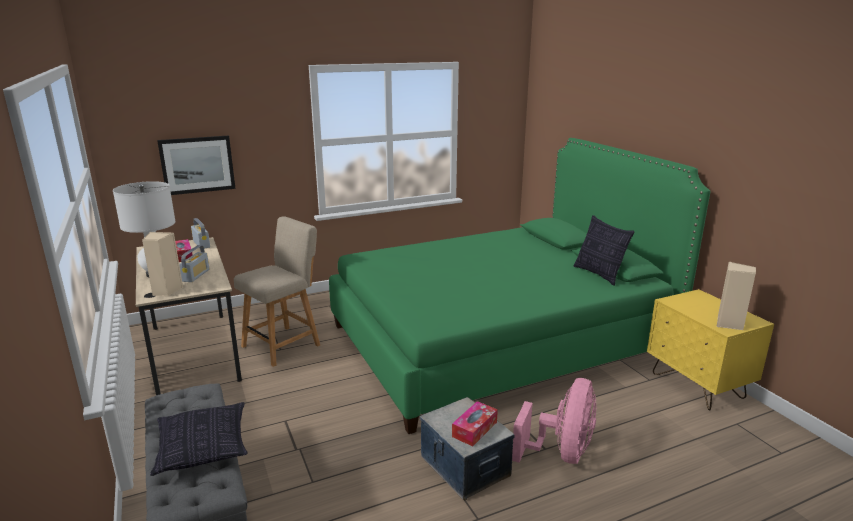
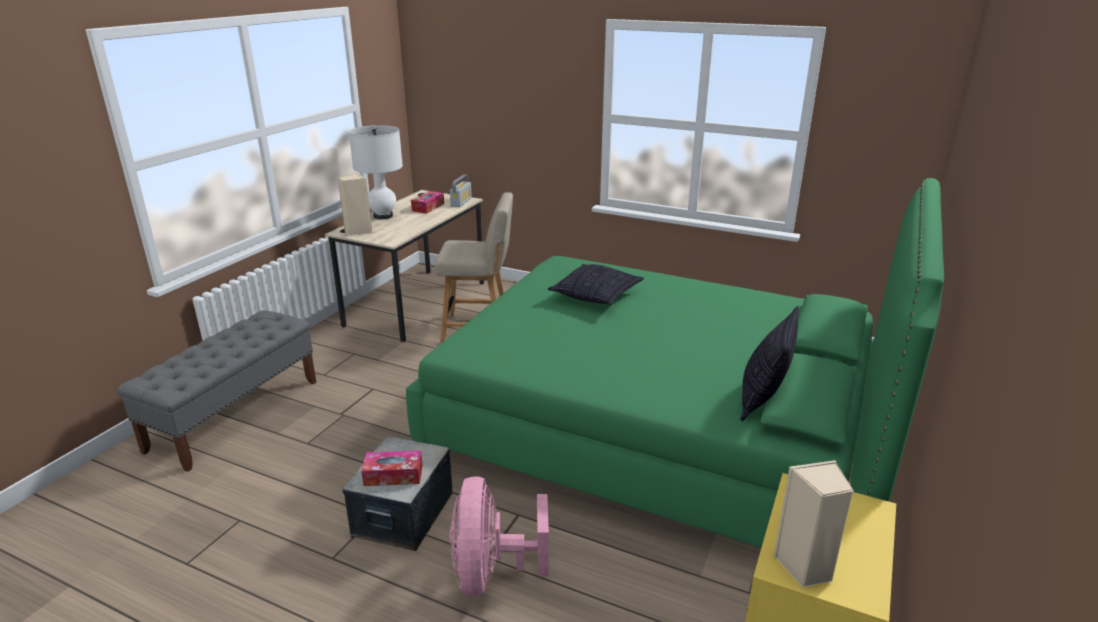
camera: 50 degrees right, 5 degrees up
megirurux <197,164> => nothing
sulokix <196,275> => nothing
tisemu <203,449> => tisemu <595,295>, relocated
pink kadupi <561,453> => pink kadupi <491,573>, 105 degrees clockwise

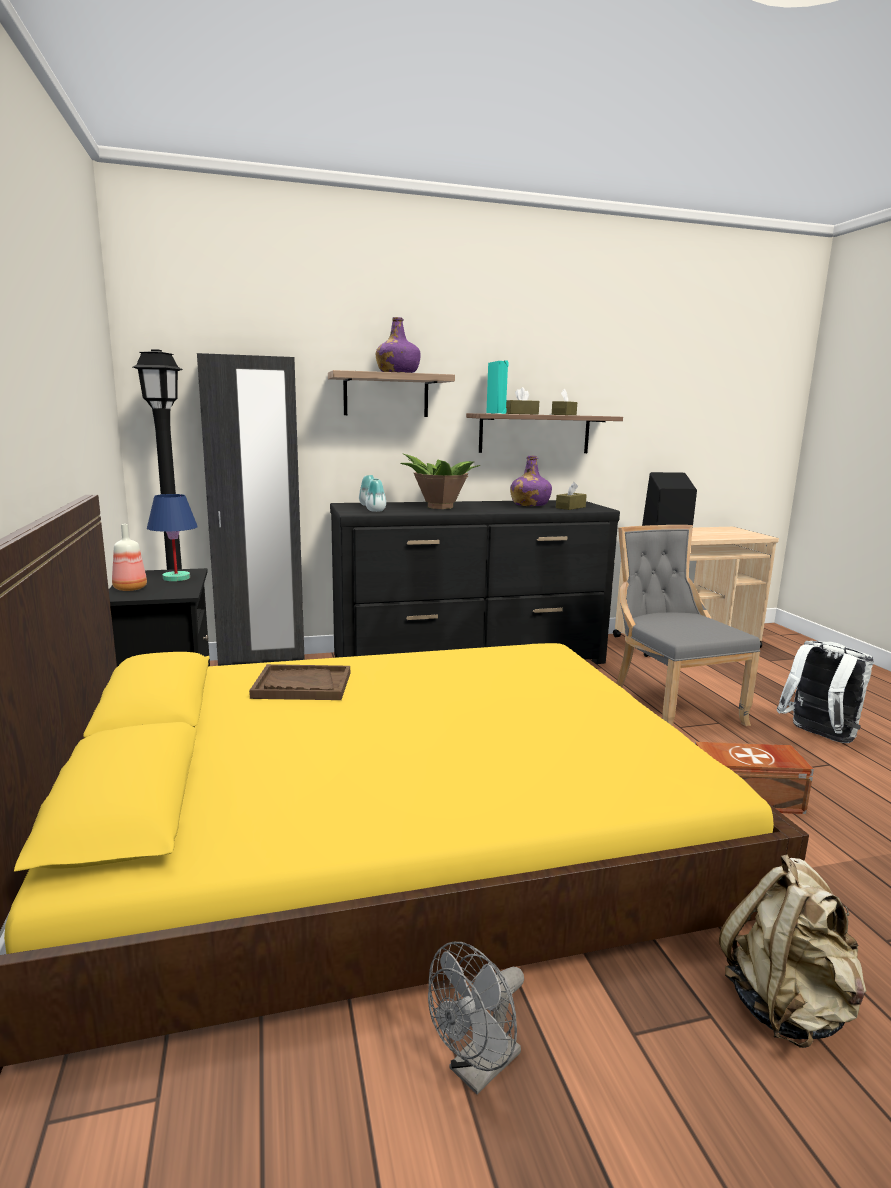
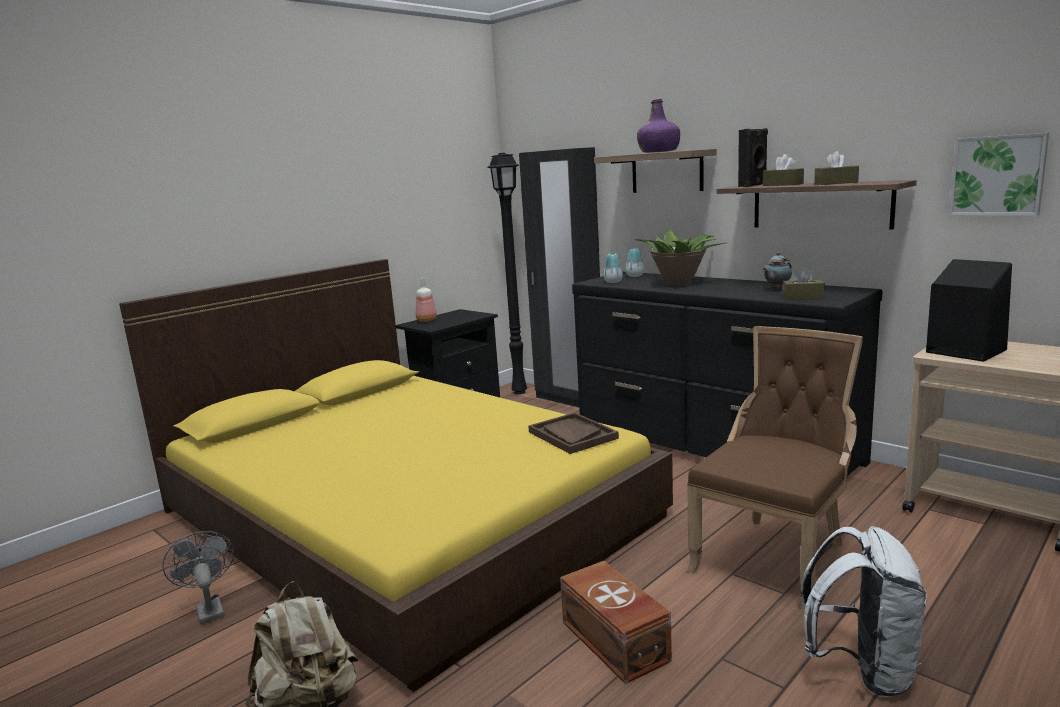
camera: 60 degrees right, 0 degrees up
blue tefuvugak <177,578> => nothing
nothing => megirurux <997,175>
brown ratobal <302,685> => brown ratobal <572,435>, relocated
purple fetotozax <529,505> => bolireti <776,289>
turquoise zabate <497,413> => black zabate <753,185>
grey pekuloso <670,707> => brown pekuloso <775,557>
grey kadupi <478,1070> => grey kadupi <208,608>, 45 degrees clockwise

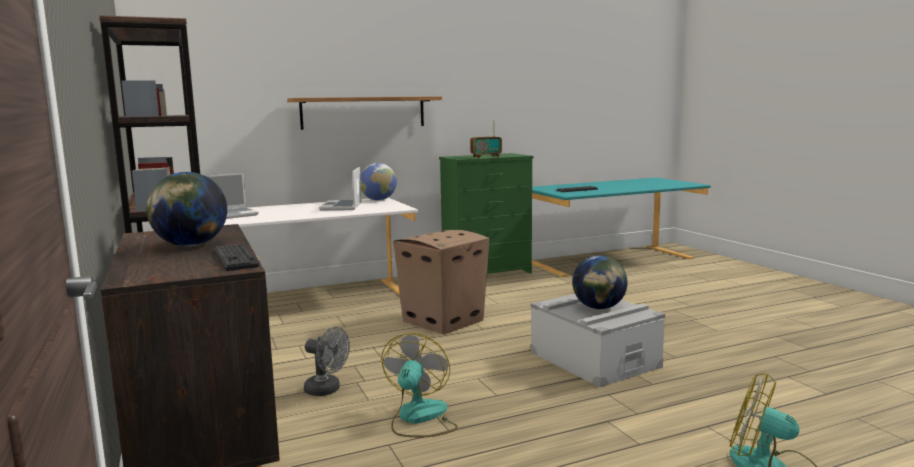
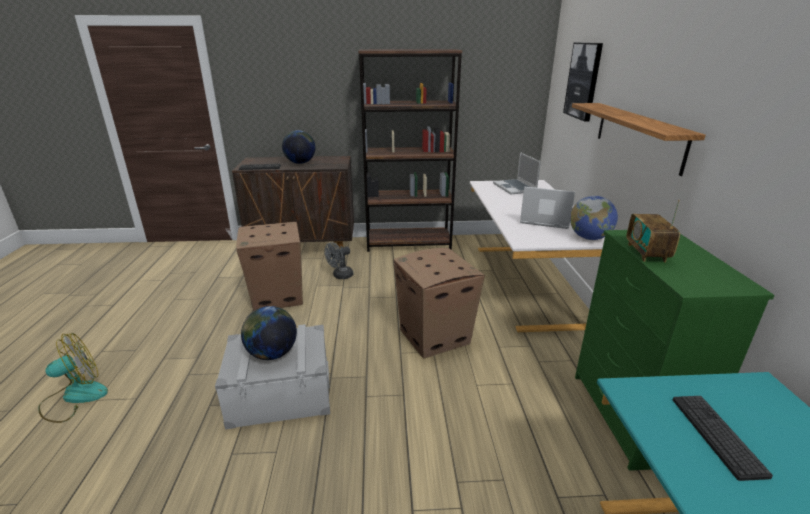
camera: 110 degrees right, 15 degrees up
nothing => megirurux <583,81>
kadupi <419,418> => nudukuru <278,296>

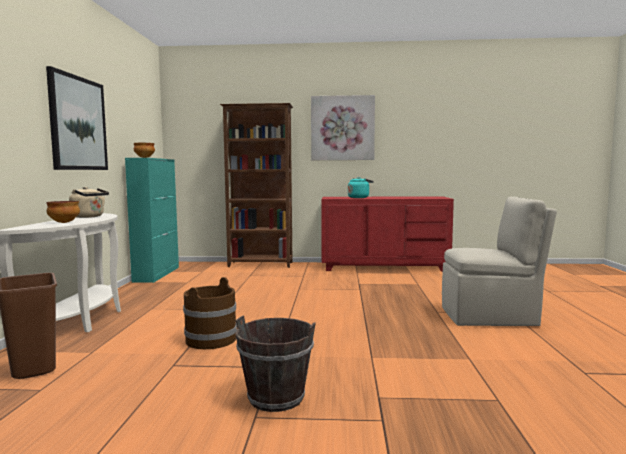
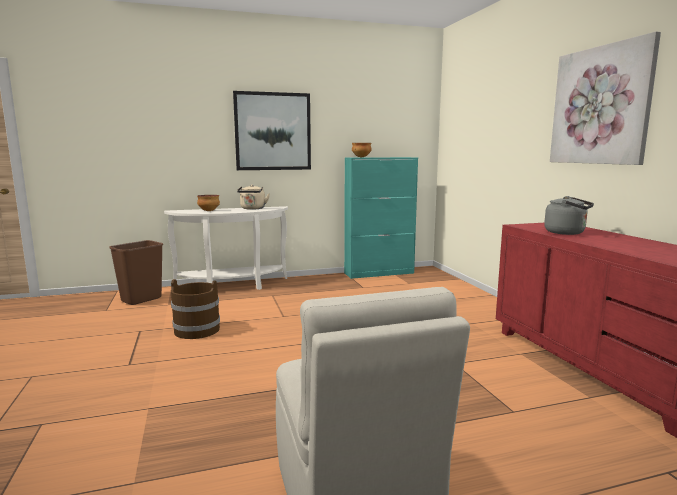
camera: 70 degrees right, 5 degrees up
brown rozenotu <261,265> => nothing
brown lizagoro <275,398> => nothing
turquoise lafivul <359,197> => grey lafivul <567,233>

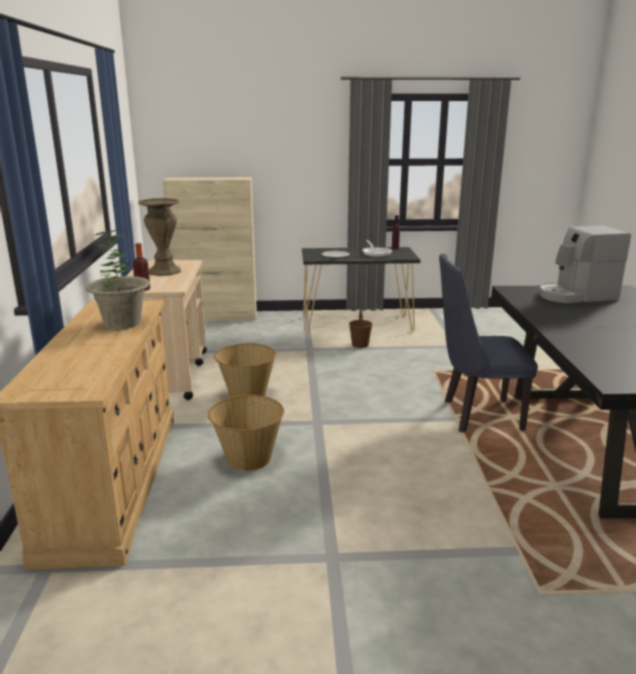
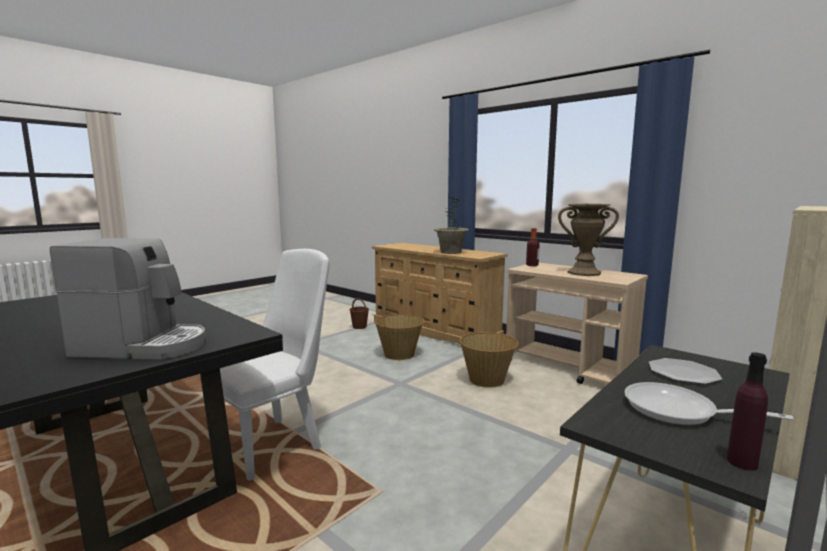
camera: 135 degrees right, 10 degrees down
brown lizagoro <360,344> => brown lizagoro <359,327>, relocated
blue pekuloso <475,416> => white pekuloso <275,443>
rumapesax <576,296> => rumapesax <143,346>, 60 degrees clockwise

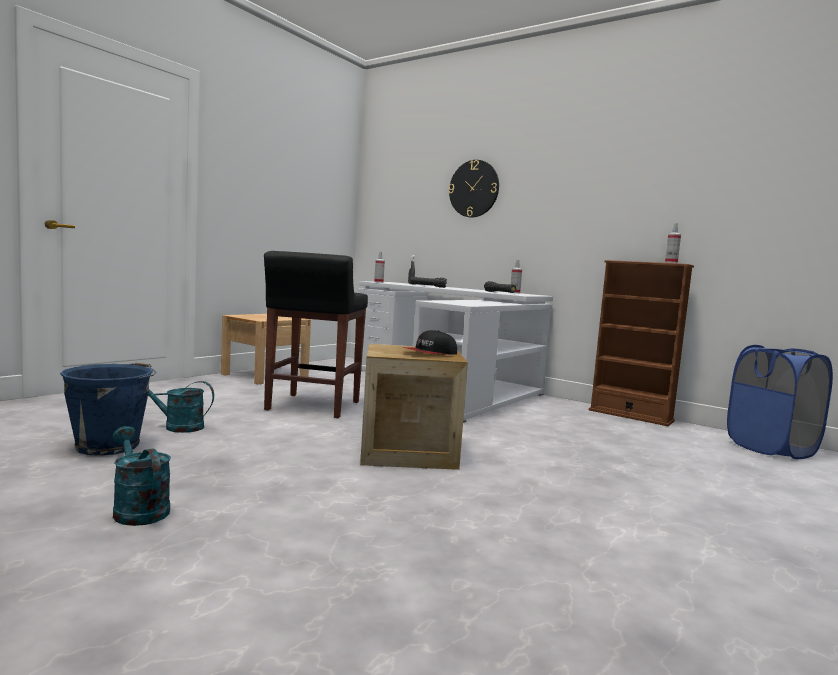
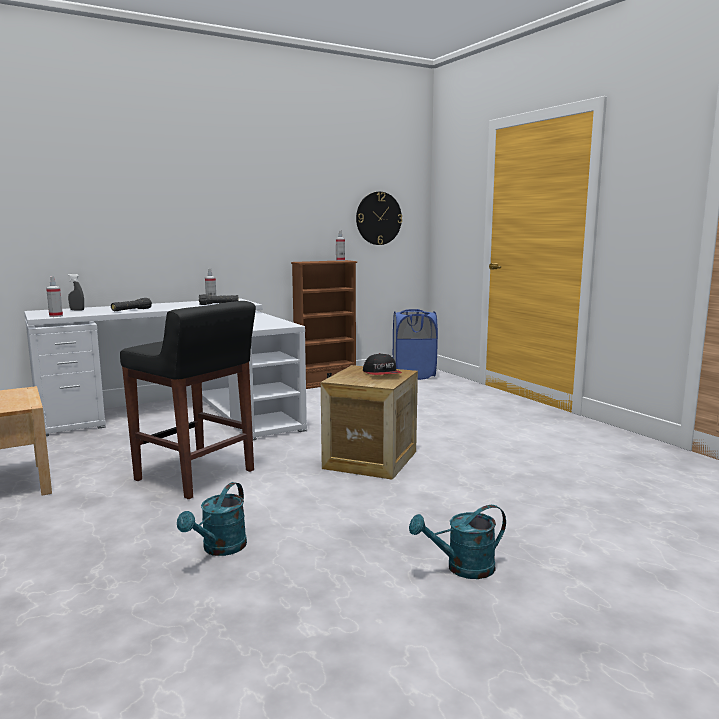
camera: 65 degrees left, 5 degrees up
blue lizagoro <110,445> => nothing
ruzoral <474,189> => ruzoral <378,218>, relocated

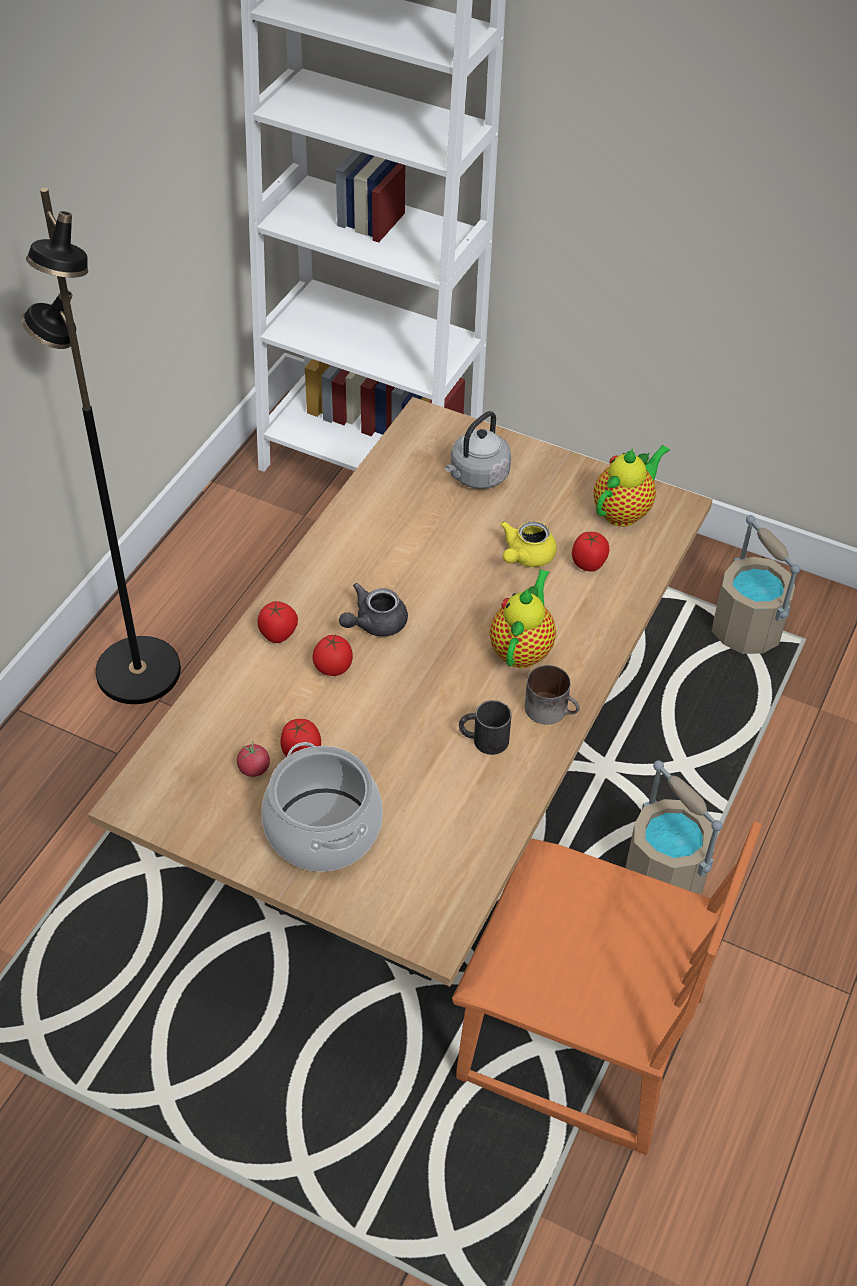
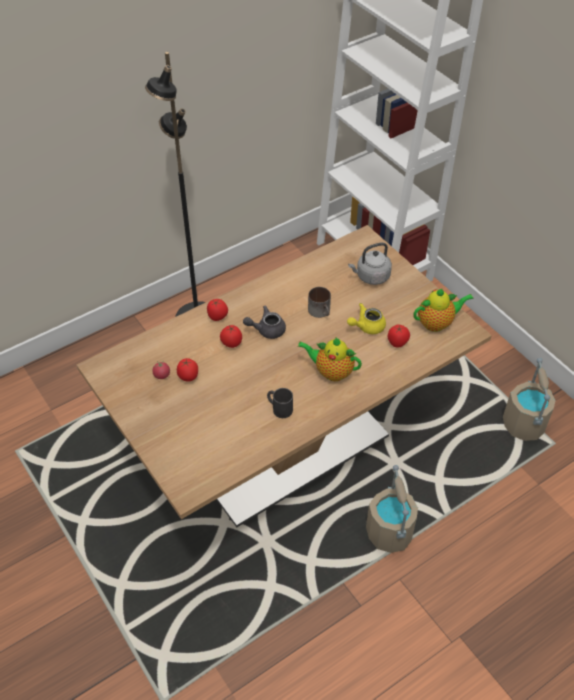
camera: 30 degrees right, 0 degrees up
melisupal <322,829> => nothing
orange pekuloso <579,1041> => nothing
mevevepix <552,709> => mevevepix <321,311>, relocated
bolireti <522,649> => bolireti <331,372>, 120 degrees counterclockwise

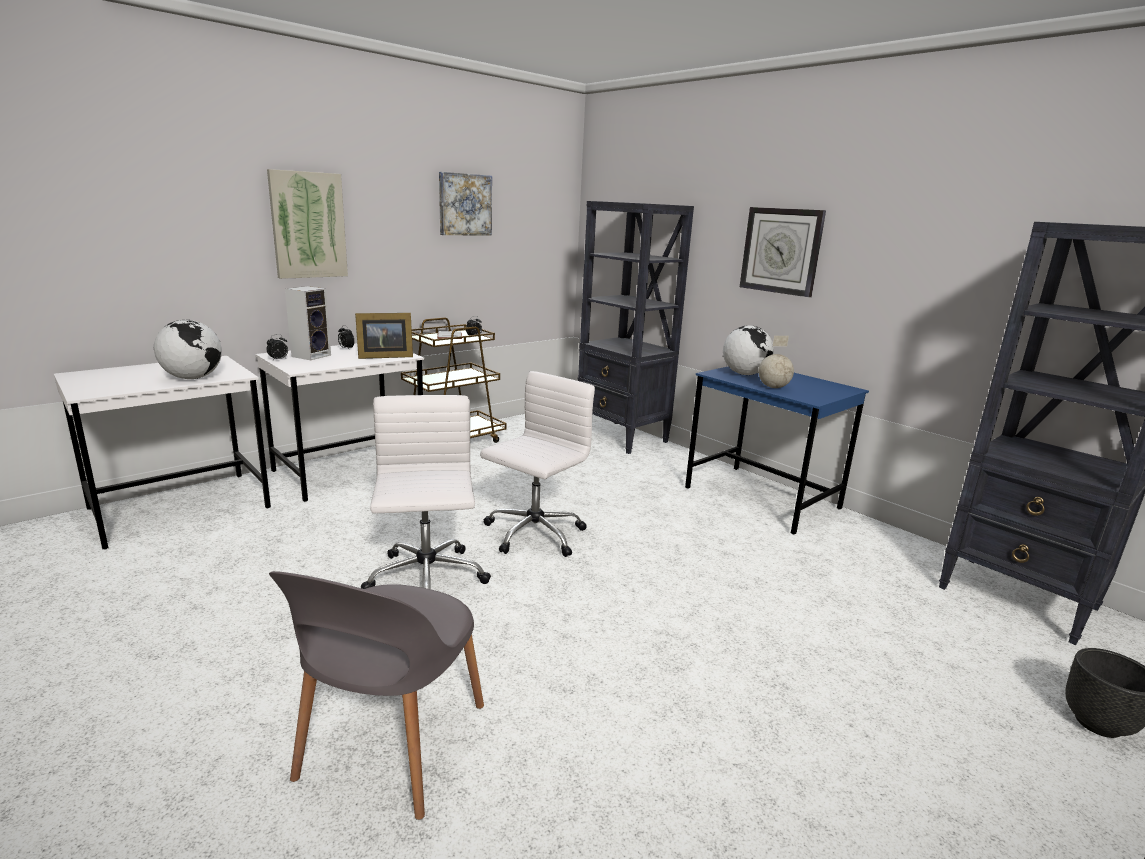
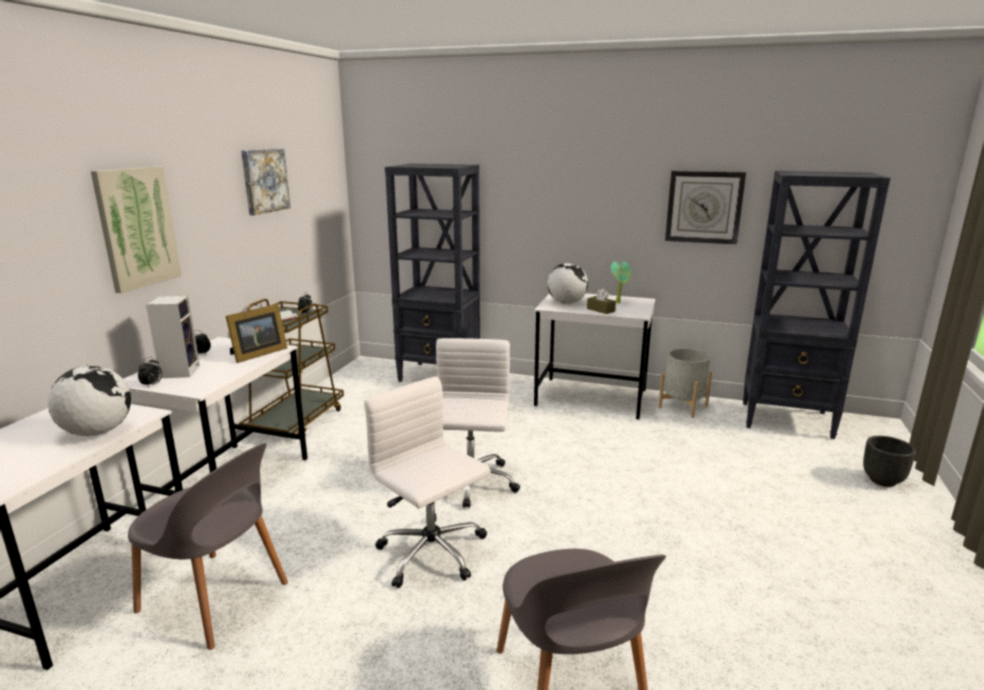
camera: 30 degrees left, 0 degrees up
nothing => grey pekuloso <215,599>
nothing => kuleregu <619,302>
nothing => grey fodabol <683,406>
ruzoral <781,251> => ruzoral <704,207>, relocated
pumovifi <773,387> => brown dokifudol <600,310>
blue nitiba <762,498> => white nitiba <591,398>

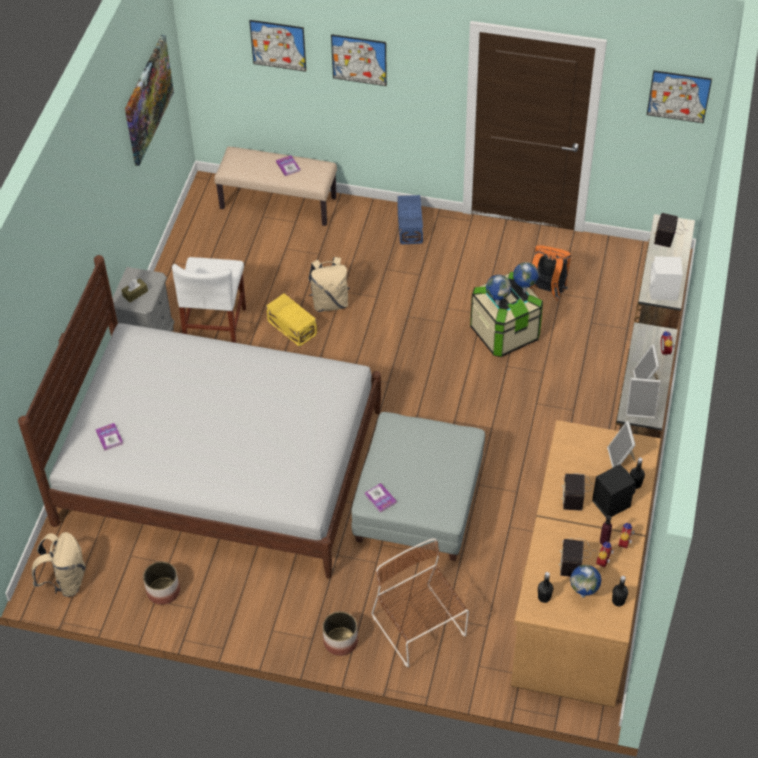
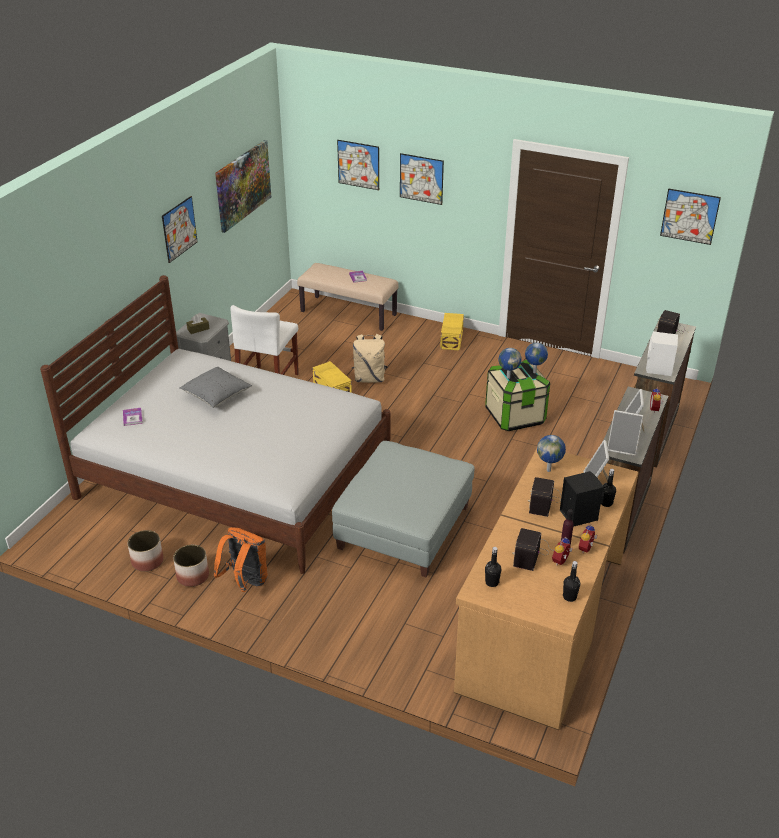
camera: 10 degrees right, 15 degrees down
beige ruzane <66,581> => nothing
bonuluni <380,498> => nothing
brown pekuloso <420,628> => nothing
nothing => megirurux <179,229>
nothing => grey tisemu <216,396>
fodabol <340,641> => fodabol <192,576>, relocated
orange ruzane <547,291> => orange ruzane <245,582>, relocated
pumovifi <583,595> => pumovifi <549,470>, relocated
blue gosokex <409,228> => yellow gosokex <451,339>

